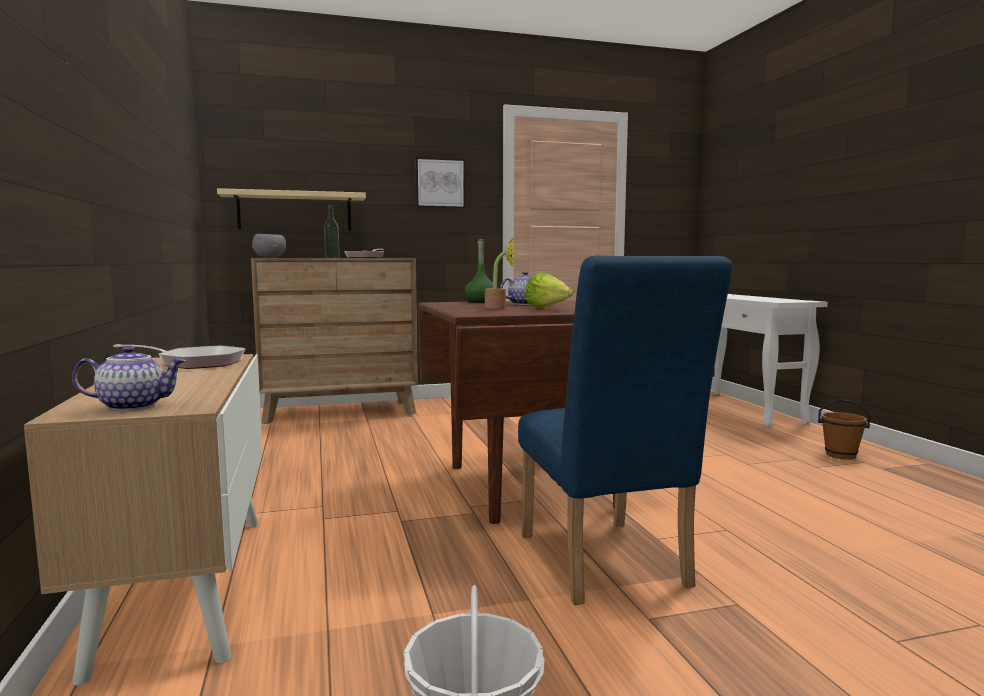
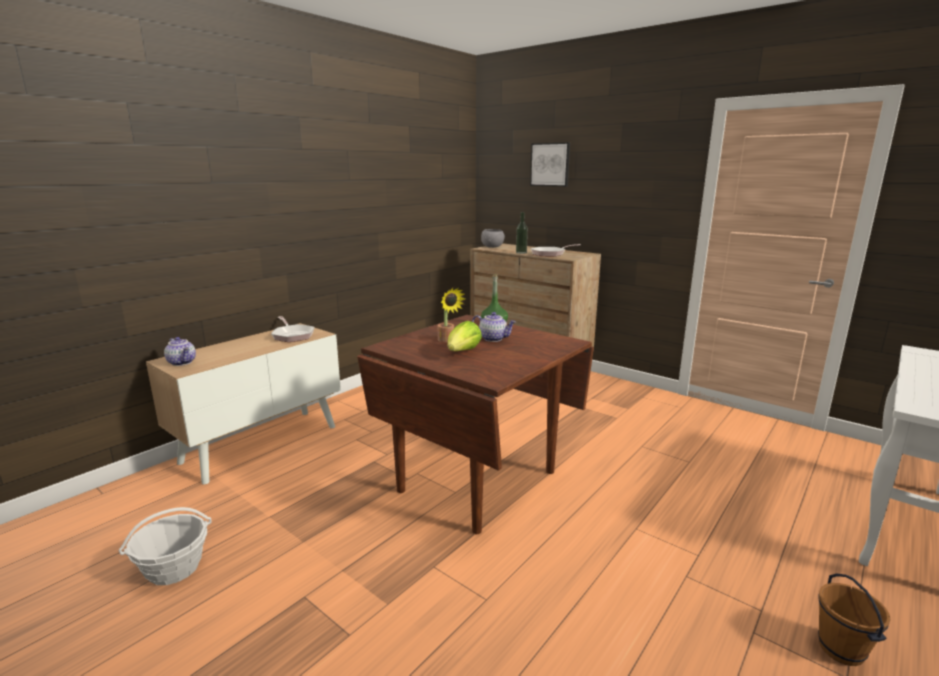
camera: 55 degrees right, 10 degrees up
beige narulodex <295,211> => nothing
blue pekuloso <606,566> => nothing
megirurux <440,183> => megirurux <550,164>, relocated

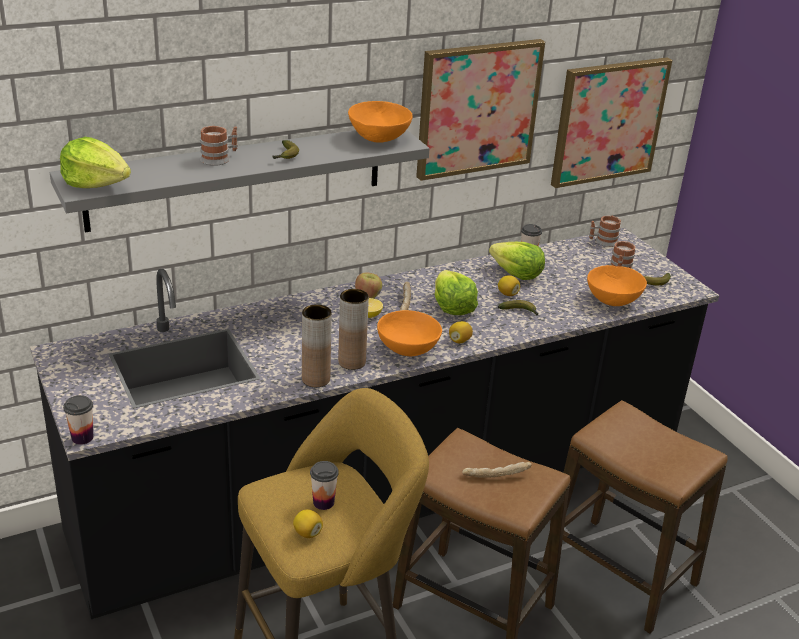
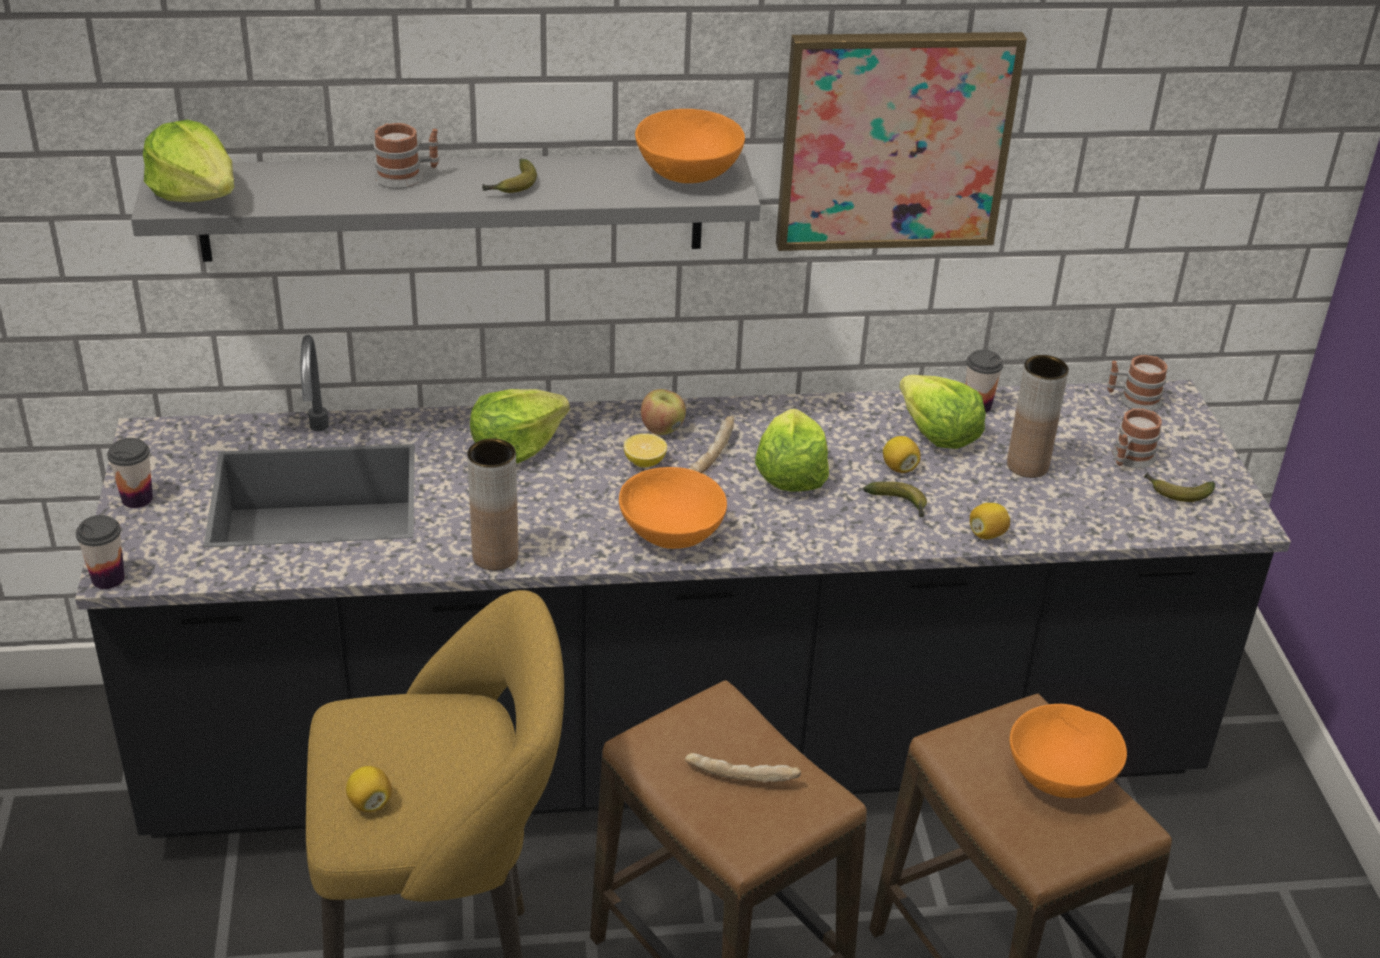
camera: 20 degrees right, 5 degrees up
megirurux <608,121> => nothing
nothing => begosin <516,445>
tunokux <323,502> => tunokux <137,498>, relocated
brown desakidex <352,362> => brown desakidex <1027,465>, relocated
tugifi <459,340> => tugifi <987,534>, relocated
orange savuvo <612,300> => orange savuvo <1060,776>, relocated

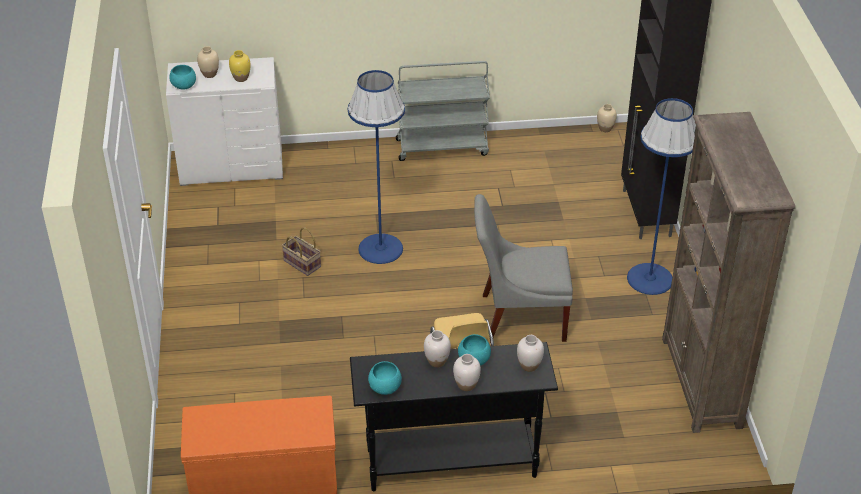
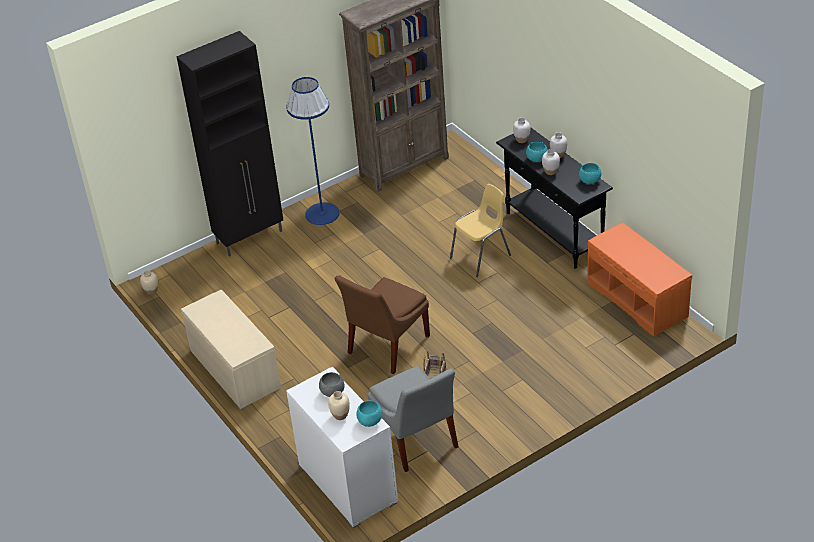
camera: 115 degrees left, 0 degrees up
grey pekuloso <518,317> => grey pekuloso <416,441>, relocated
yellow desakidex <241,78> => grey savuvo <332,393>
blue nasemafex <380,248> => brown pekuloso <386,346>
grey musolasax <442,147> => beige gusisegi <233,368>

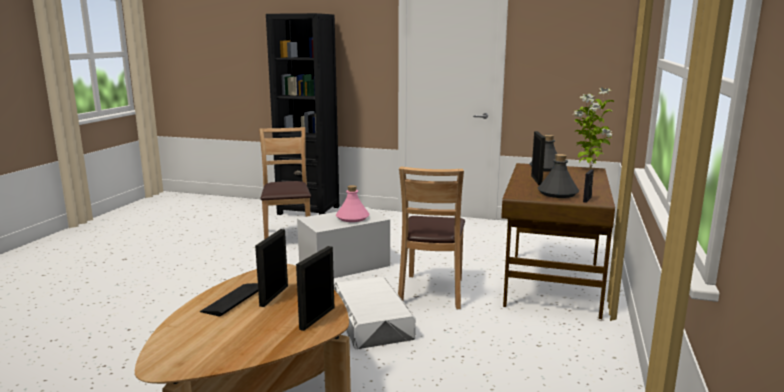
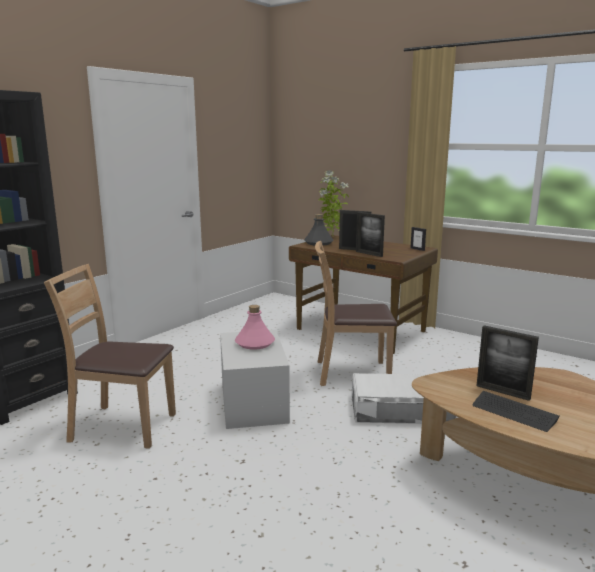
camera: 70 degrees left, 0 degrees up
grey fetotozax <557,193> => nothing
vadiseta <317,318> => vadiseta <369,254>, relocated
brown pekuloso <432,292> => brown pekuloso <351,373>, 150 degrees clockwise

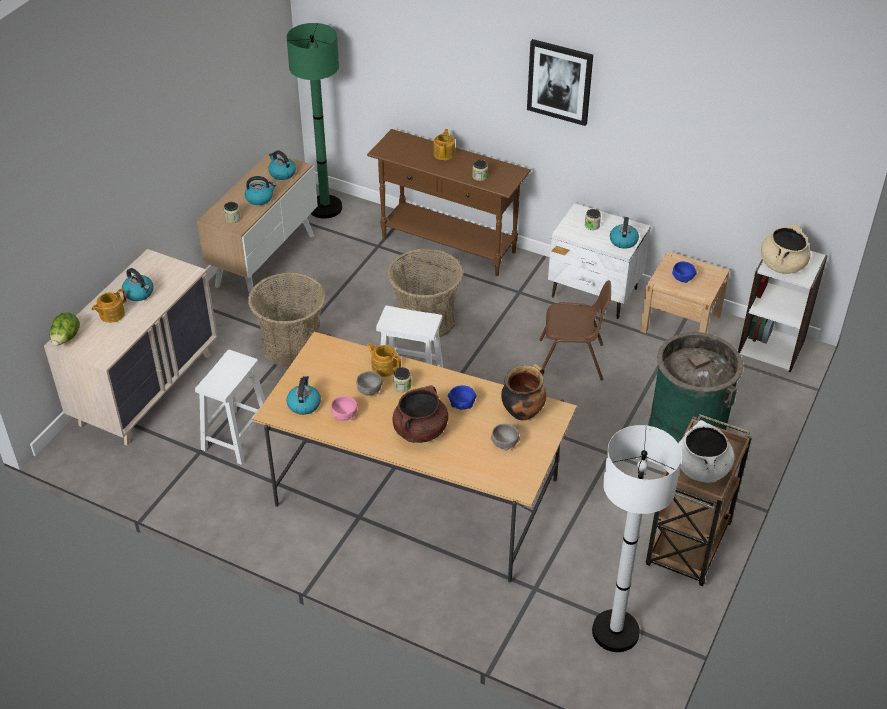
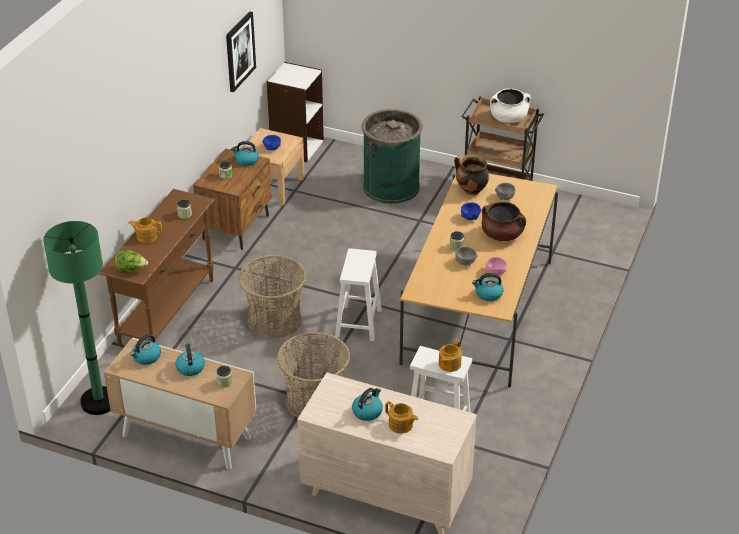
camera: 95 degrees left, 5 degrees down
brown pekuloso <572,360> => nothing
white nasemafex <615,632> => nothing
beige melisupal <782,265> => nothing
begosin <66,339> => begosin <131,270>, relocated
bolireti <384,367> => bolireti <449,364>, relocated
megirurux <560,81> => megirurux <239,51>, relocated
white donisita <594,293> => brown donisita <236,227>

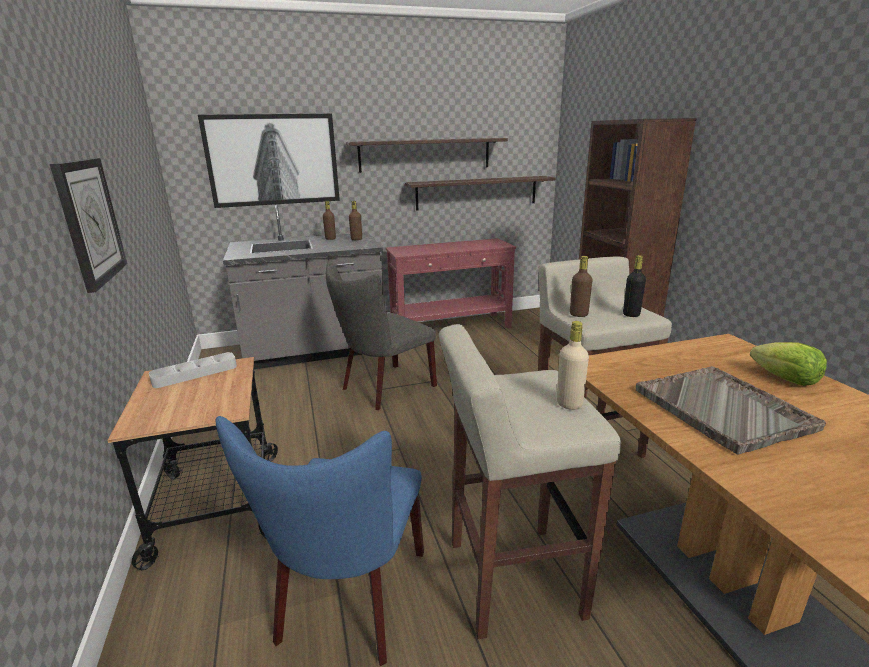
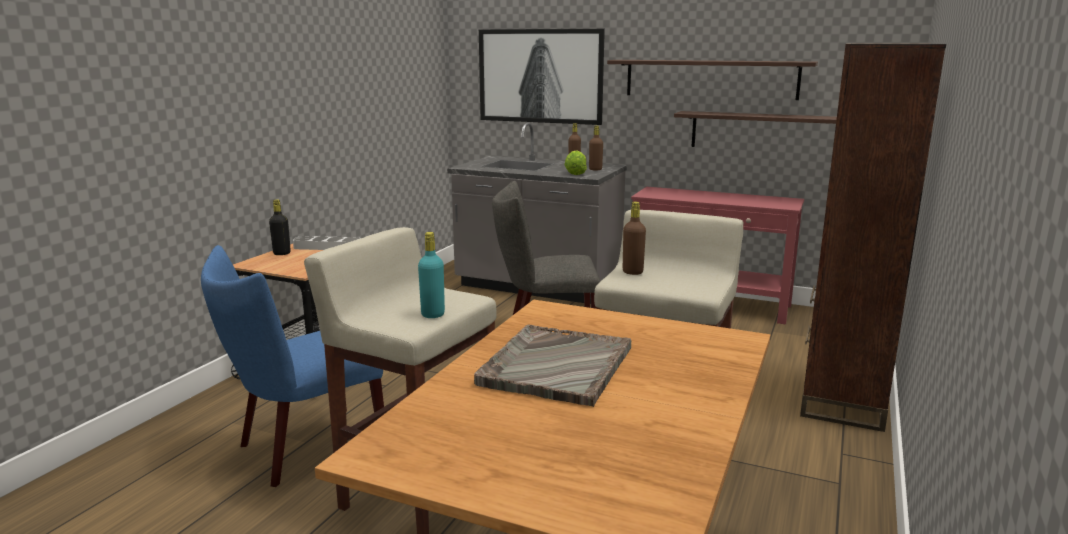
camera: 40 degrees right, 5 degrees down
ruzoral <90,221> => nothing
black fetotozax <631,314> => black fetotozax <282,253>, relocated
begosin <785,379> => begosin <575,173>, relocated
beige fetotozax <569,404> => turquoise fetotozax <433,314>

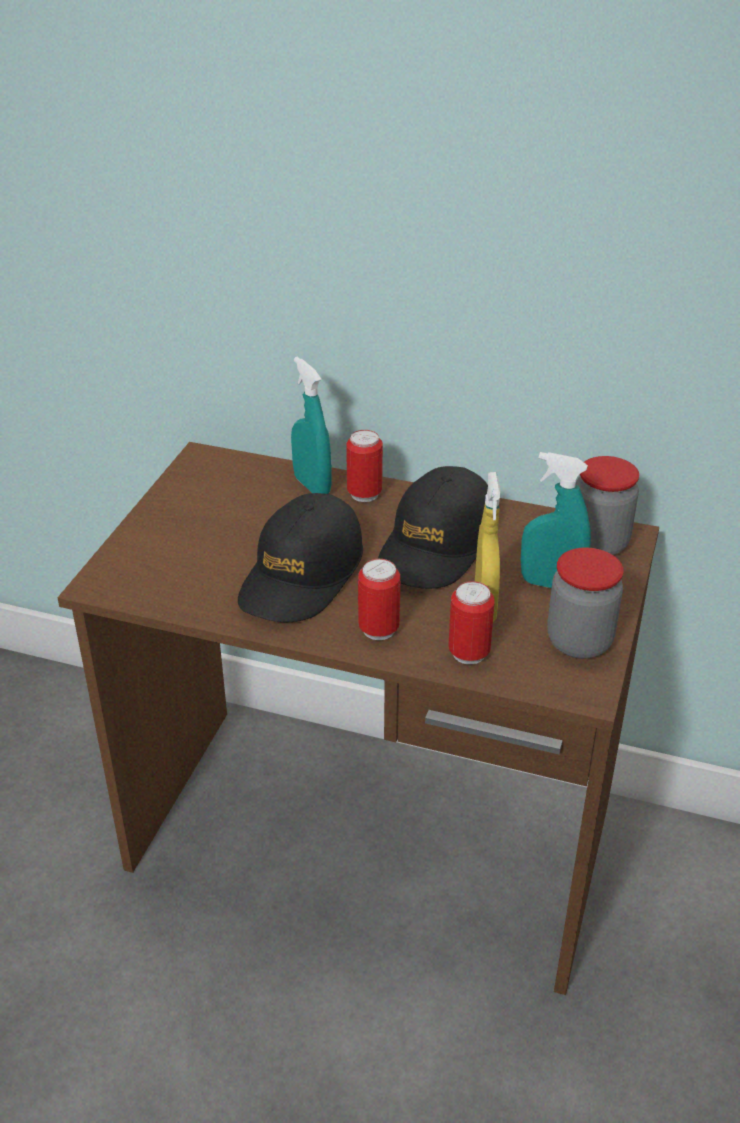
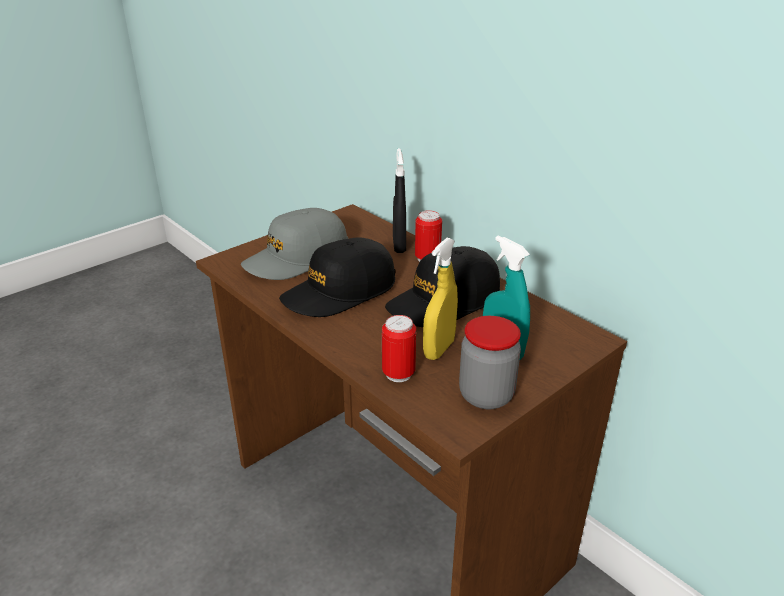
camera: 30 degrees right, 5 degrees down
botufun <378,629> => nothing
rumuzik <598,543> => nothing
nothing => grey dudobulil <297,258>
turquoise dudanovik <312,486> => black dudanovik <399,245>

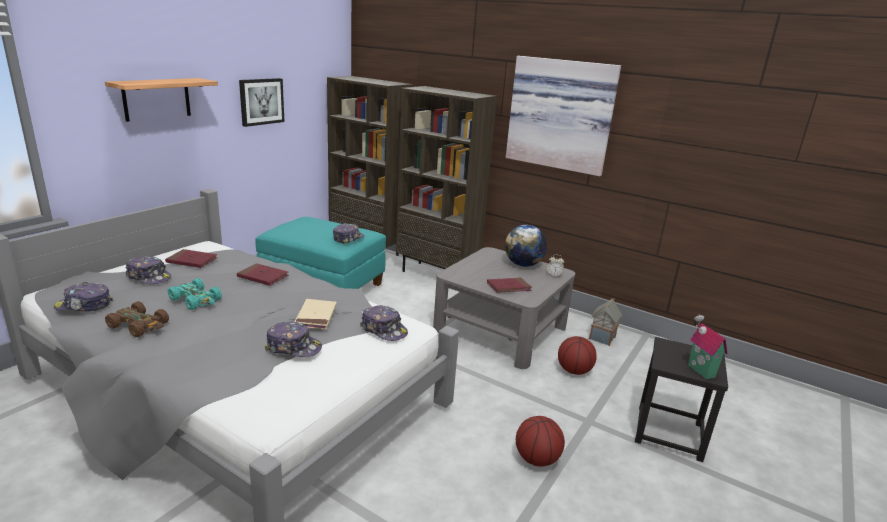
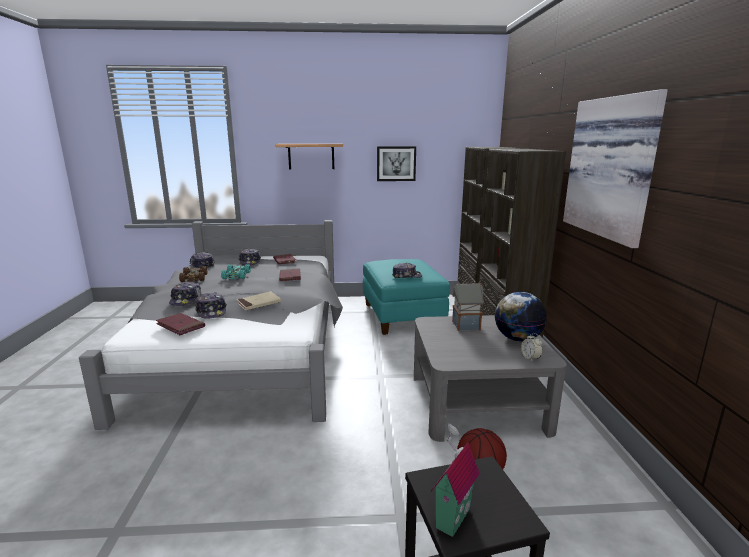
camera: 55 degrees right, 5 degrees down
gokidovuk <537,459> => nothing
dudobulil <384,330> => dudobulil <186,299>, relocated
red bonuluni <508,287> => red bonuluni <180,326>, relocated
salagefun <602,338> => salagefun <465,326>, relocated

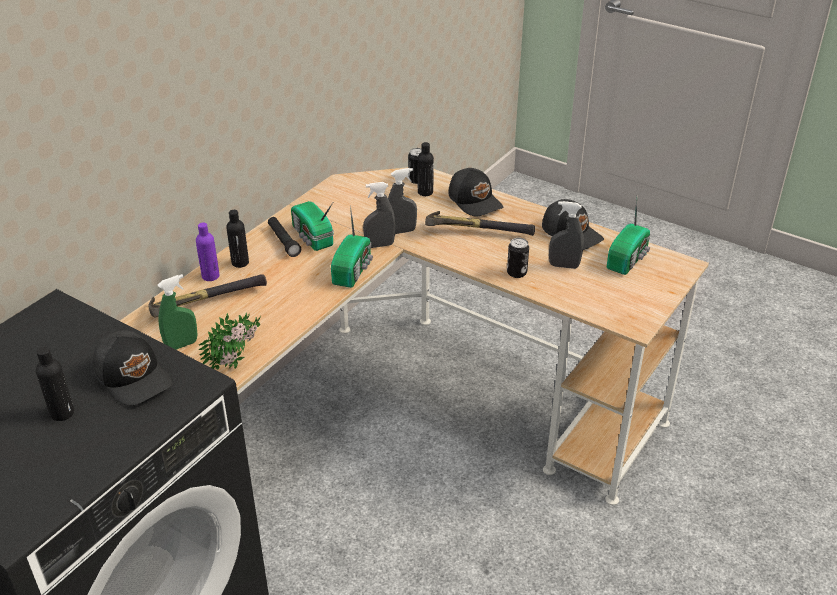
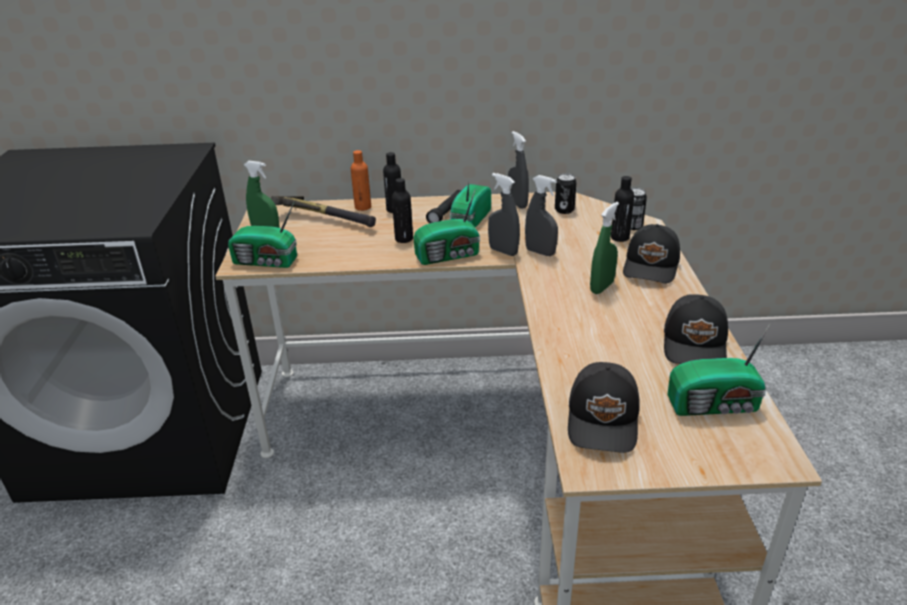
camera: 55 degrees right, 5 degrees down
black fetotozax <62,413> => black fetotozax <404,239>, relocated
black dudobulil <134,377> => black dudobulil <604,420>, relocated
botufun <516,273> => botufun <564,210>, relocated
grey dudanovik <564,266> => grey dudanovik <517,204>, relocated
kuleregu <238,362> => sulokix <266,262>
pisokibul <475,231> => green dudanovik <602,287>
purple fetotozax <210,276> => orange fetotozax <363,207>

